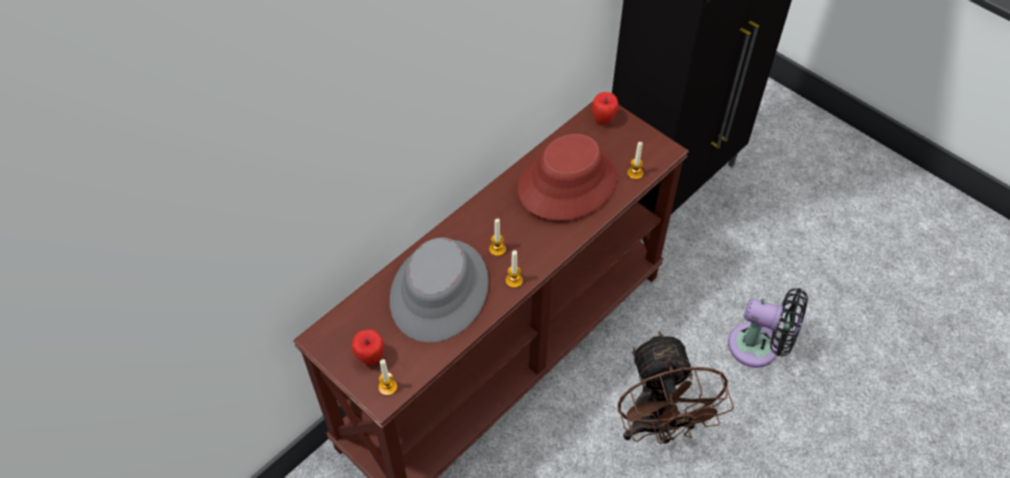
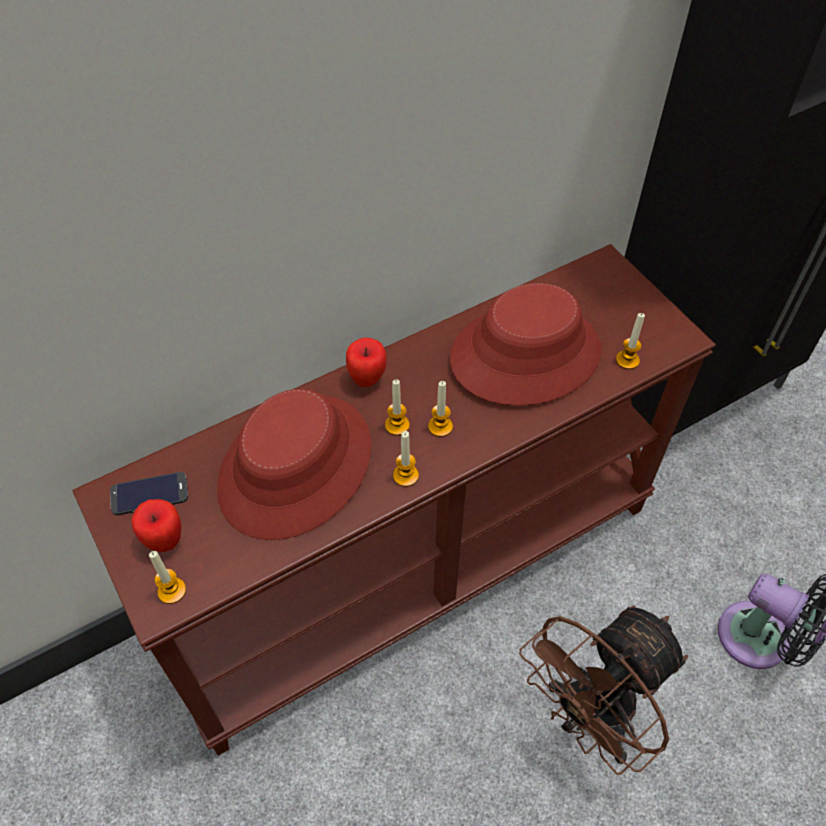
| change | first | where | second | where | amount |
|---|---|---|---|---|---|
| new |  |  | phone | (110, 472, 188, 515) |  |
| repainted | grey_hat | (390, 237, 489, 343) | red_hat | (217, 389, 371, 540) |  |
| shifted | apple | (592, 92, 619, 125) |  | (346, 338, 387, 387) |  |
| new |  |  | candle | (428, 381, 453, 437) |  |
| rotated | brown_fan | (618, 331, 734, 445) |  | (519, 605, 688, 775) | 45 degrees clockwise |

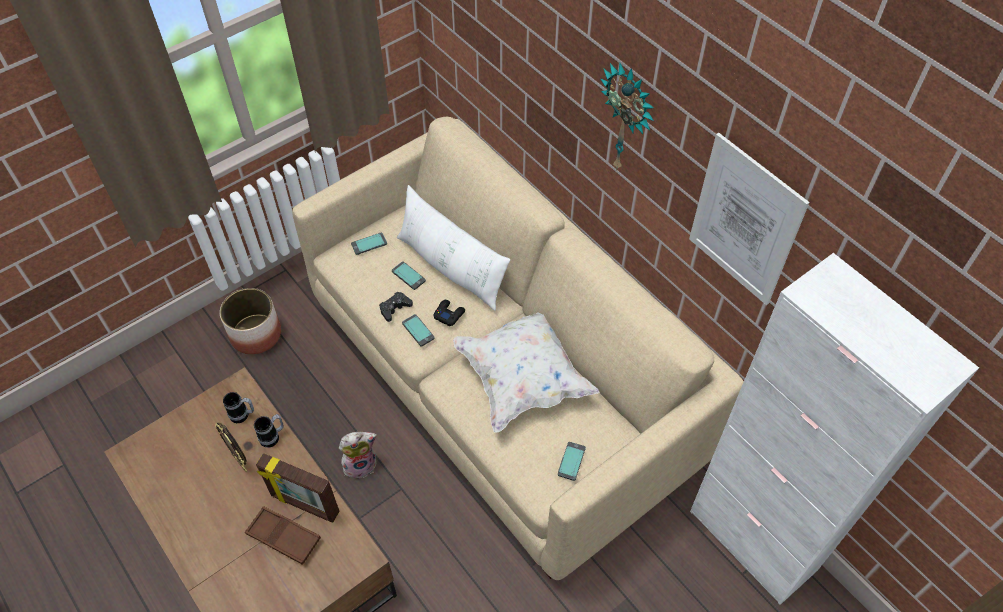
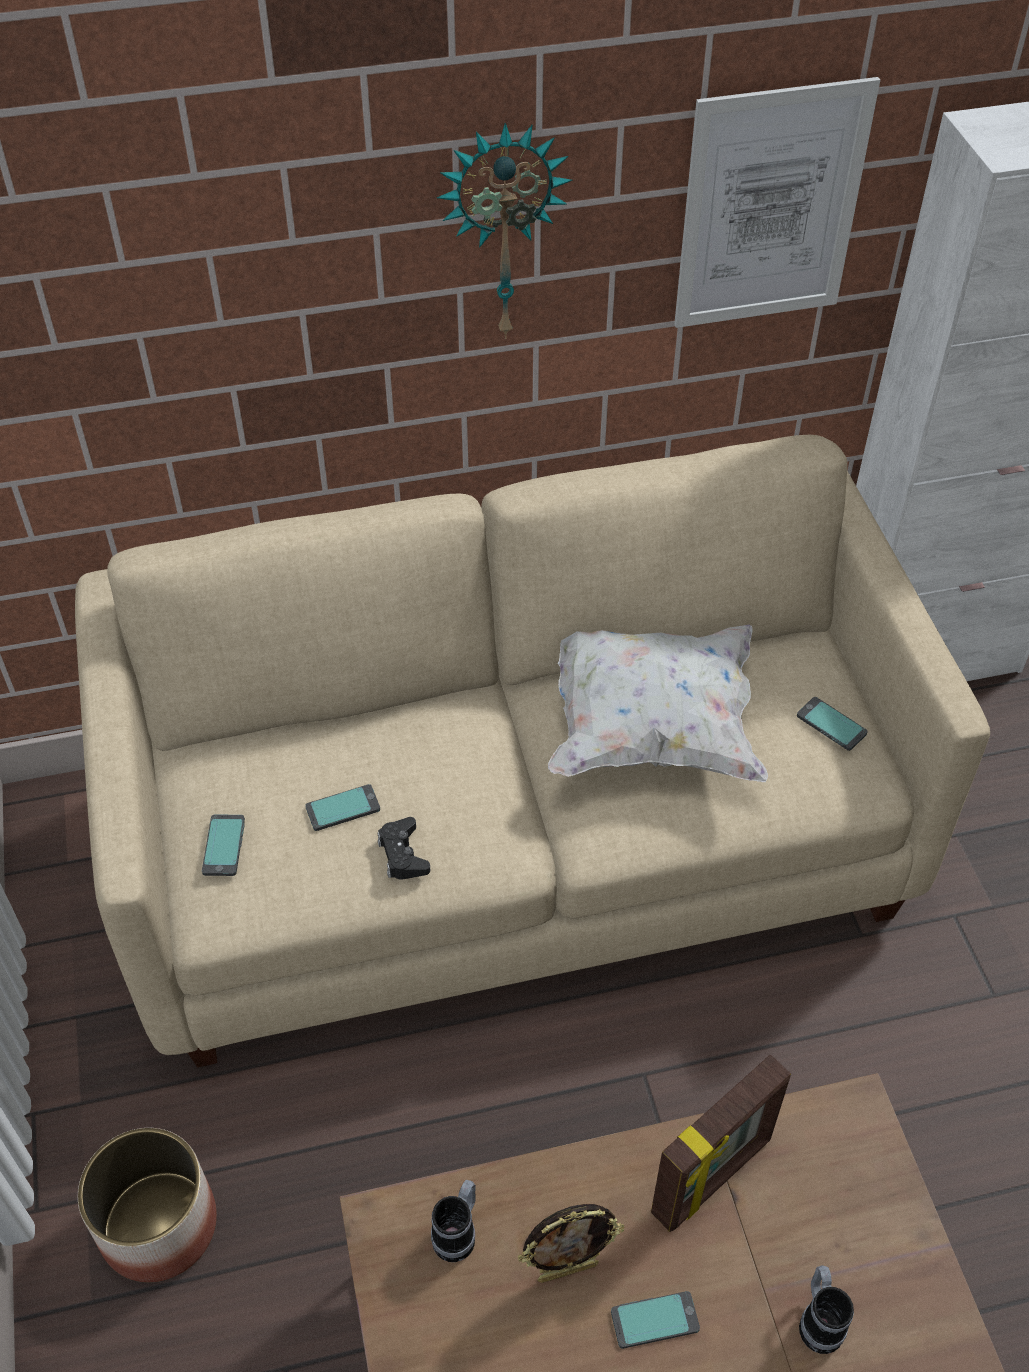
| change | first | where | second | where | amount |
|---|---|---|---|---|---|
| shifted | phone | (402, 314, 435, 347) |  | (611, 1291, 700, 1349) |  |
| shifted | mug | (254, 414, 284, 448) |  | (799, 1265, 854, 1354) |  |
| gone | brown_tray | (245, 506, 321, 565) |  |  |  |
| gone | plush_toy | (339, 432, 377, 478) |  |  |  |
| gone | white_pillow | (397, 185, 510, 311) |  |  |  |
| gone | black_game_controller | (434, 300, 465, 326) |  |  |  |

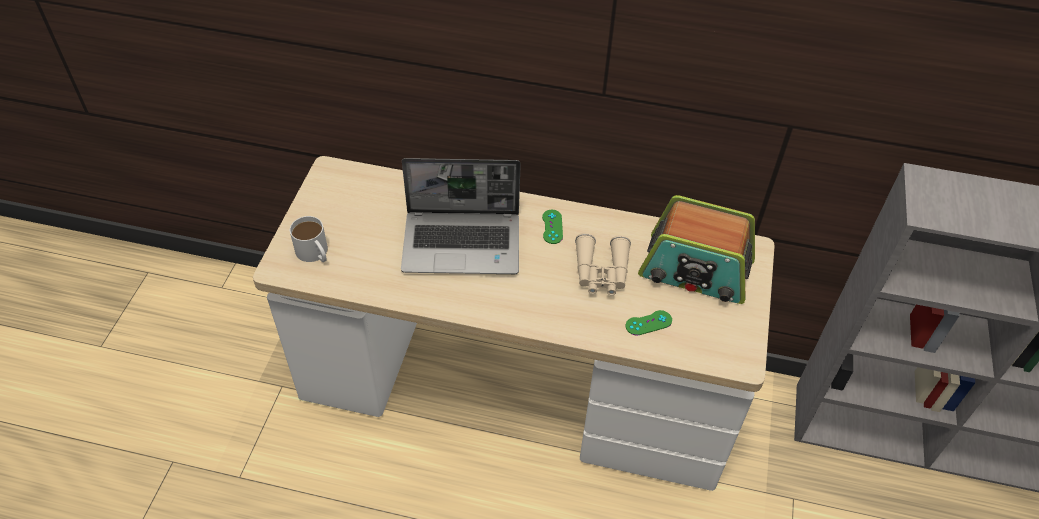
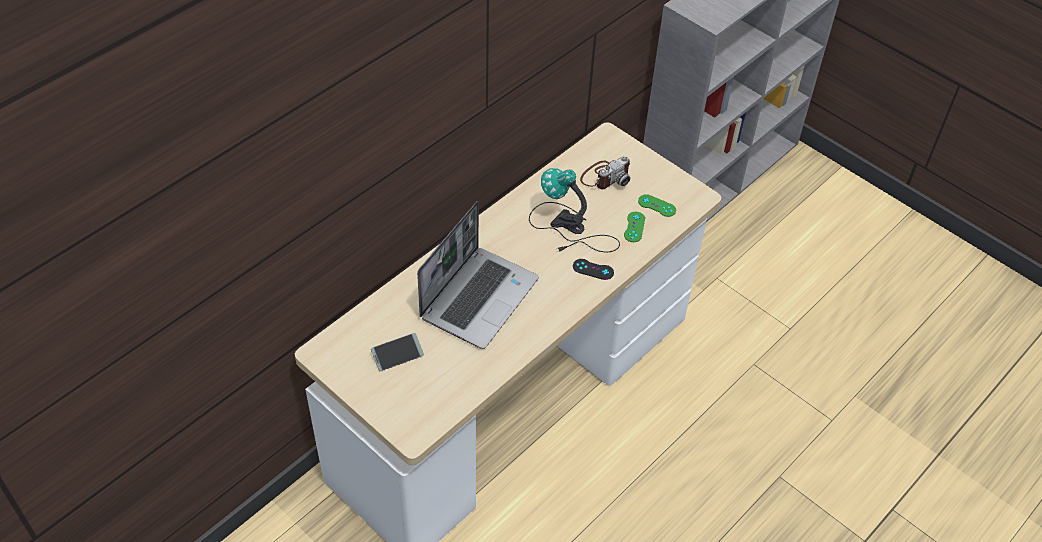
| change | first | where | second | where | amount |
|---|---|---|---|---|---|
| new |  |  | phone | (371, 333, 424, 371) |  |
| swapped | beige_binoculars | (575, 233, 631, 295) | table_lamp | (529, 168, 620, 253) |  |
| new |  |  | black_game_controller | (573, 259, 614, 280) |  |
| swapped | radio | (638, 195, 755, 304) | photo_camera | (580, 156, 630, 189) |  |
| shifted | green_game_controller | (542, 210, 563, 244) |  | (638, 194, 676, 217) |  |
| gone | white_mug | (290, 216, 328, 262) |  |  |  |

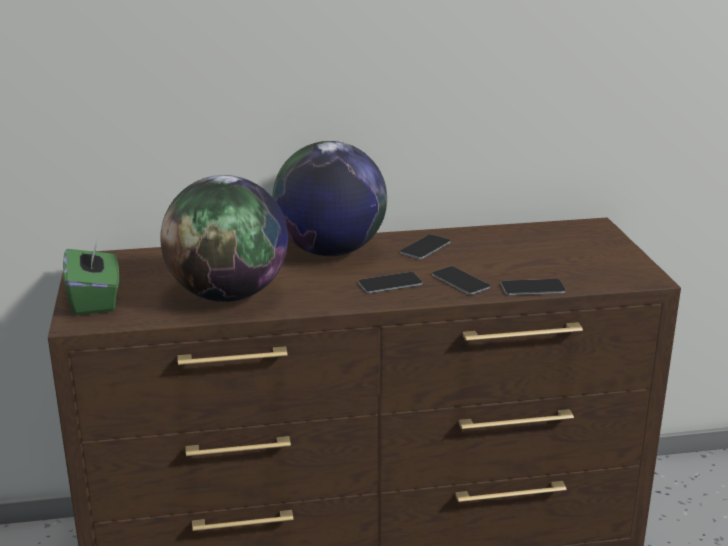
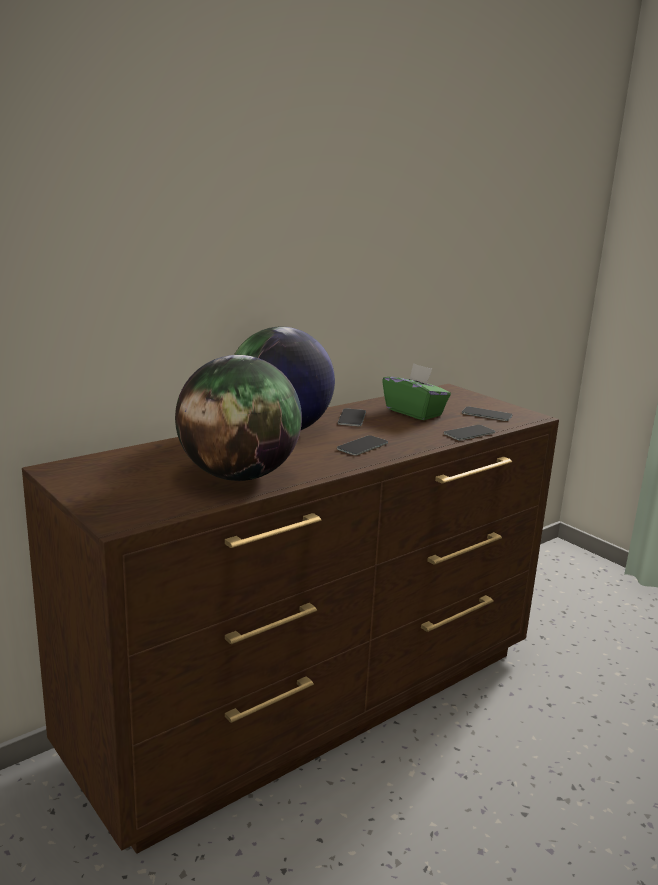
| change | first | where | second | where | amount |
|---|---|---|---|---|---|
| shifted | green_tissue_box | (63, 241, 119, 315) |  | (382, 363, 451, 420) |  |
| shifted | phone | (432, 266, 490, 295) |  | (462, 407, 513, 421) |  |

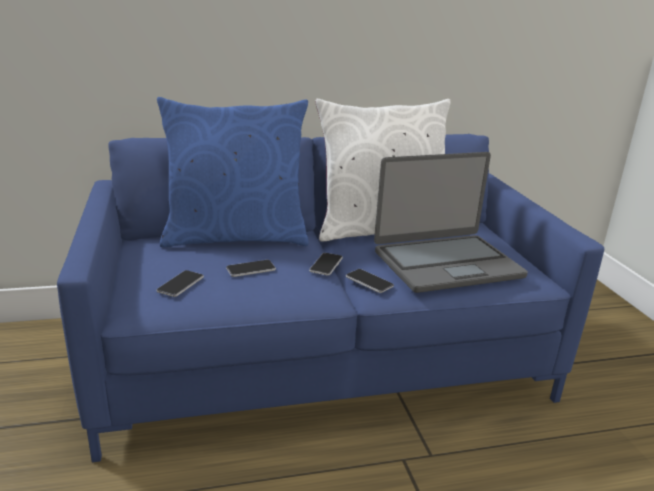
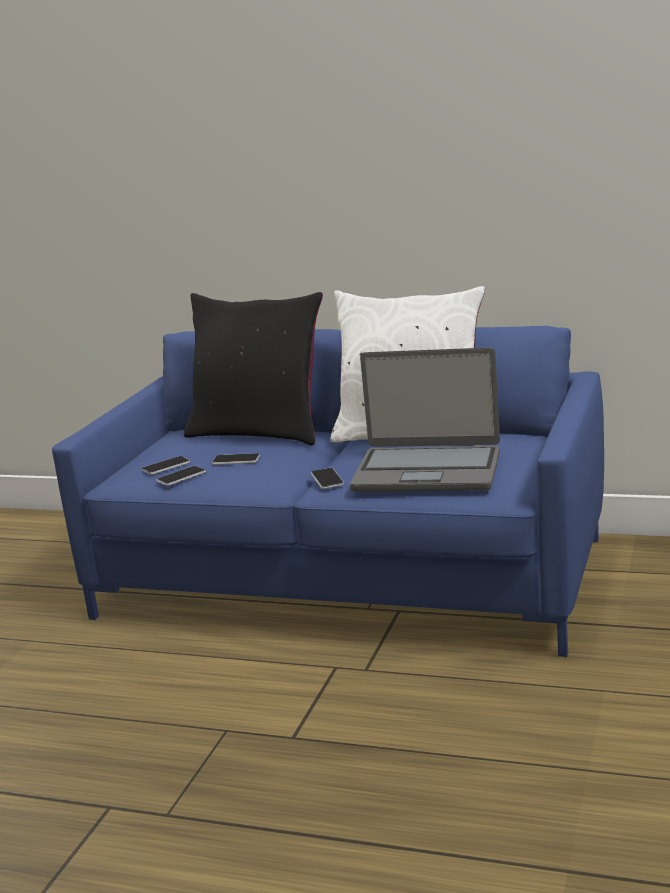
| change | first | where | second | where | amount |
|---|---|---|---|---|---|
| shifted | phone | (309, 253, 343, 276) |  | (157, 466, 206, 486) |  |
| repainted | blue_pillow | (157, 97, 309, 247) | black_pillow | (184, 292, 323, 445) |  |

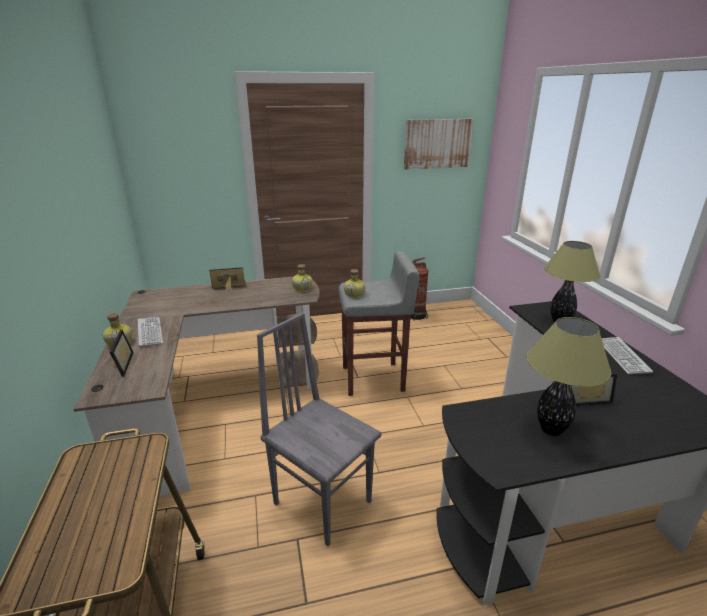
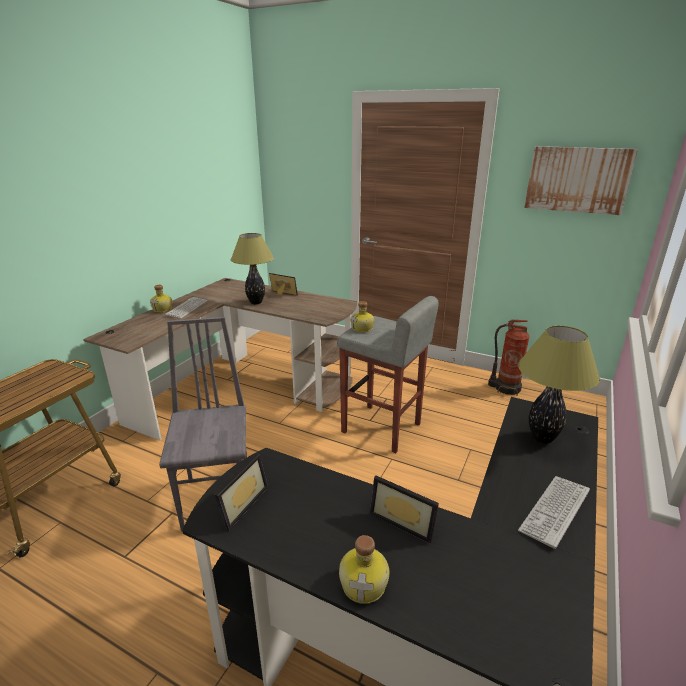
| change | first | where | second | where | amount |
|---|---|---|---|---|---|
| shifted | picture_frame | (109, 330, 134, 377) |  | (215, 453, 268, 531) |  |
| shifted | table_lamp | (527, 317, 611, 436) |  | (231, 233, 274, 304) |  |
| shifted | bottle | (292, 264, 312, 292) |  | (339, 535, 389, 604) |  |

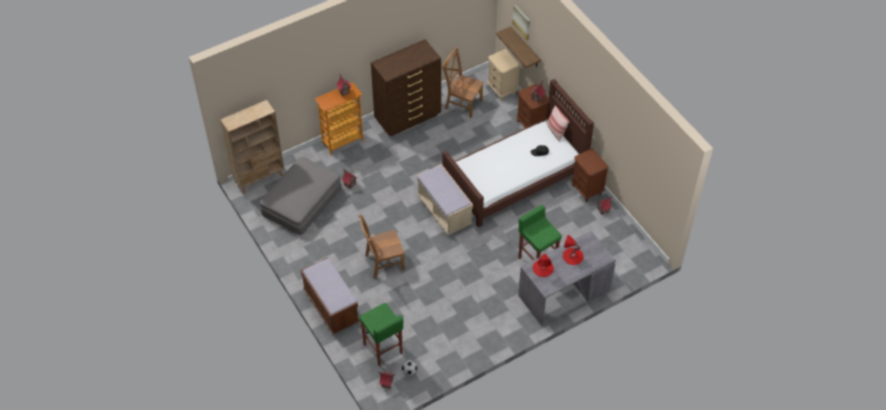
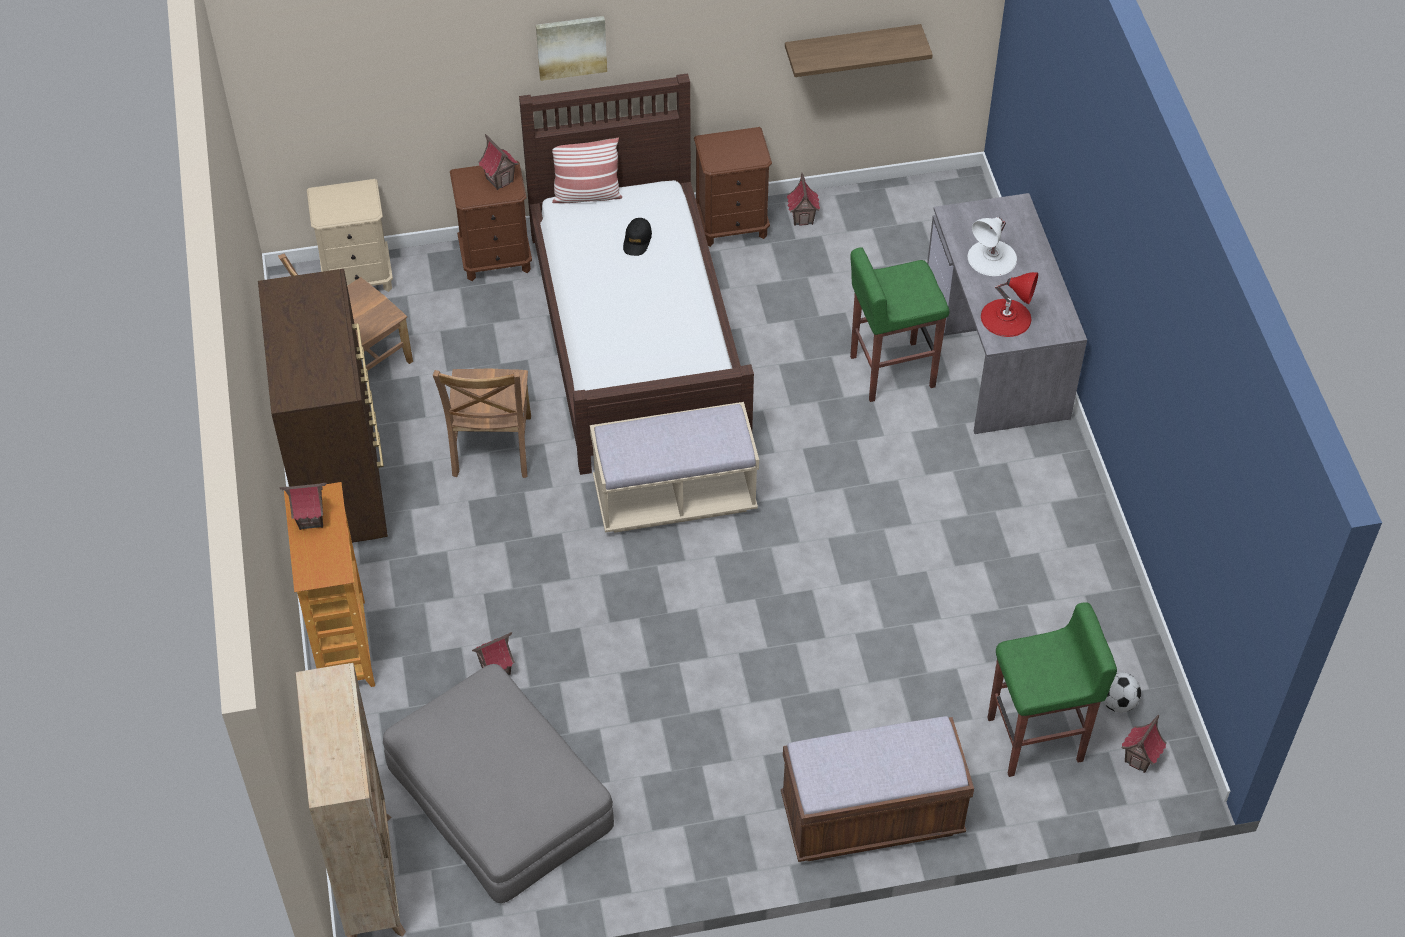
| change | first | where | second | where | amount |
|---|---|---|---|---|---|
| shifted | brown_chair | (359, 215, 405, 279) |  | (433, 369, 531, 478) |  |
| shifted | picture | (512, 4, 530, 40) |  | (536, 16, 607, 81) |  |
| shifted | shelf | (496, 26, 541, 68) |  | (785, 24, 933, 77) |  |
| repainted | red_table_lamp | (563, 235, 584, 265) | white_table_lamp | (968, 217, 1017, 276) |  |

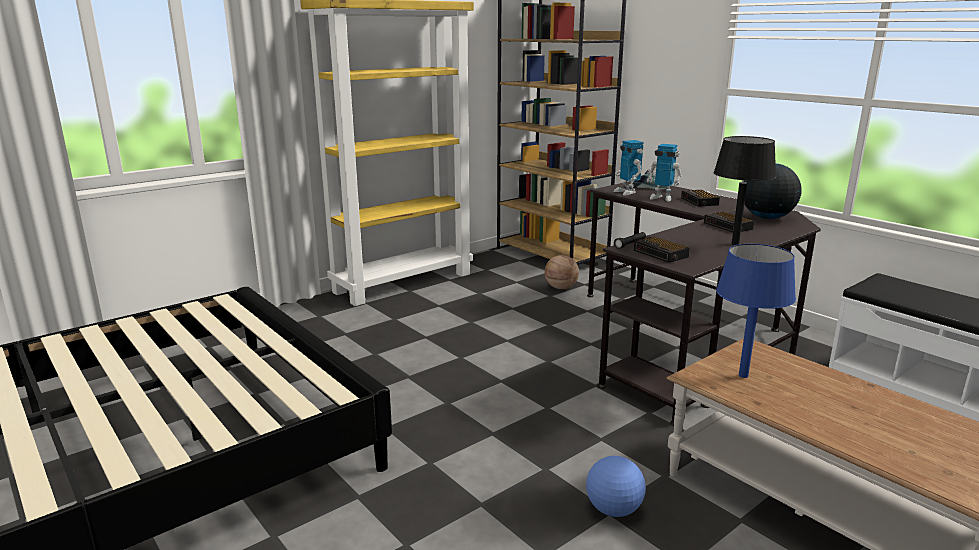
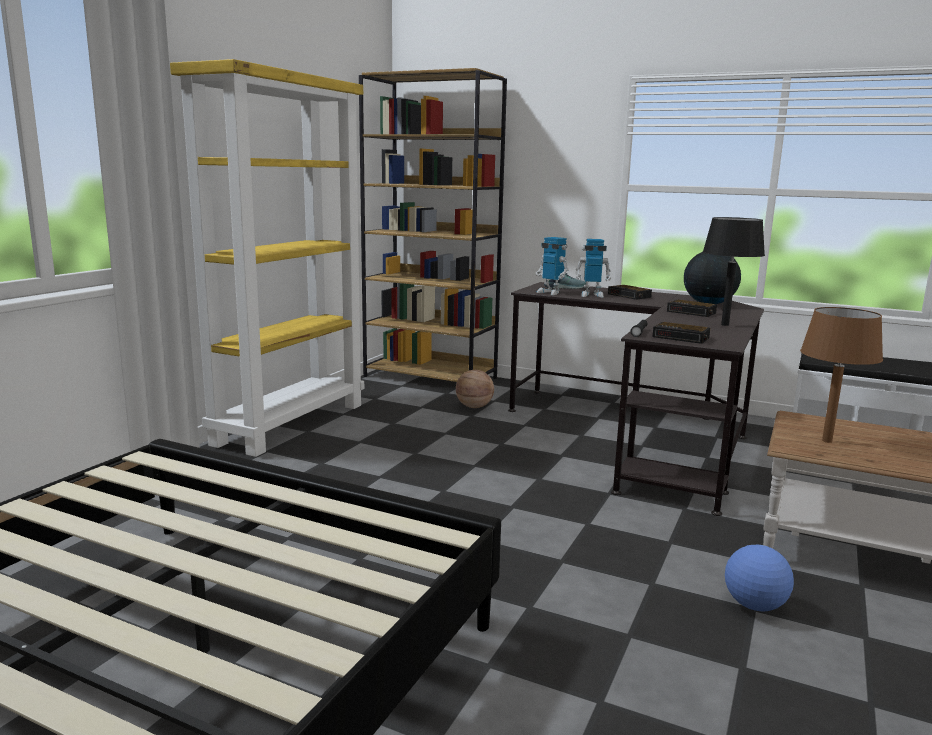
| change | first | where | second | where | amount |
|---|---|---|---|---|---|
| repainted | blue_table_lamp | (716, 244, 796, 378) | brown_table_lamp | (800, 307, 883, 443) |  |

